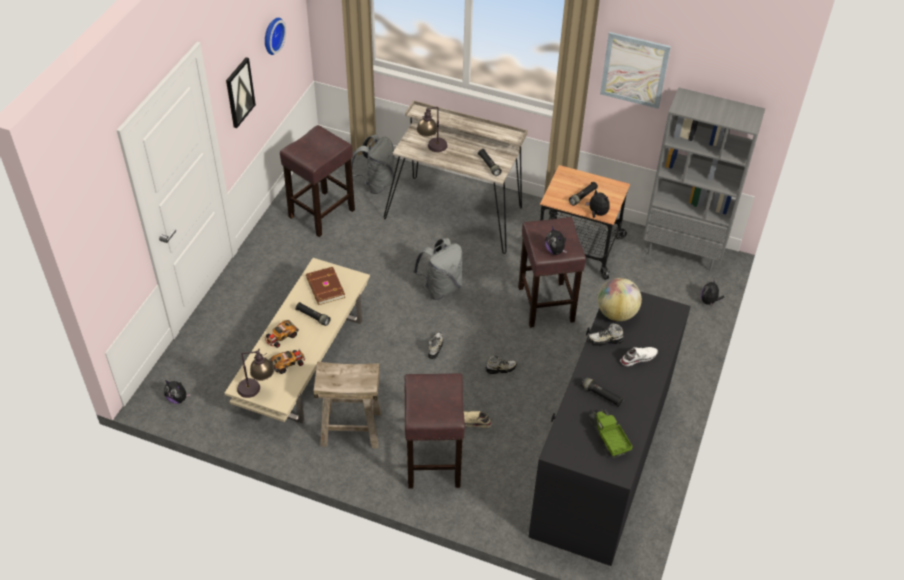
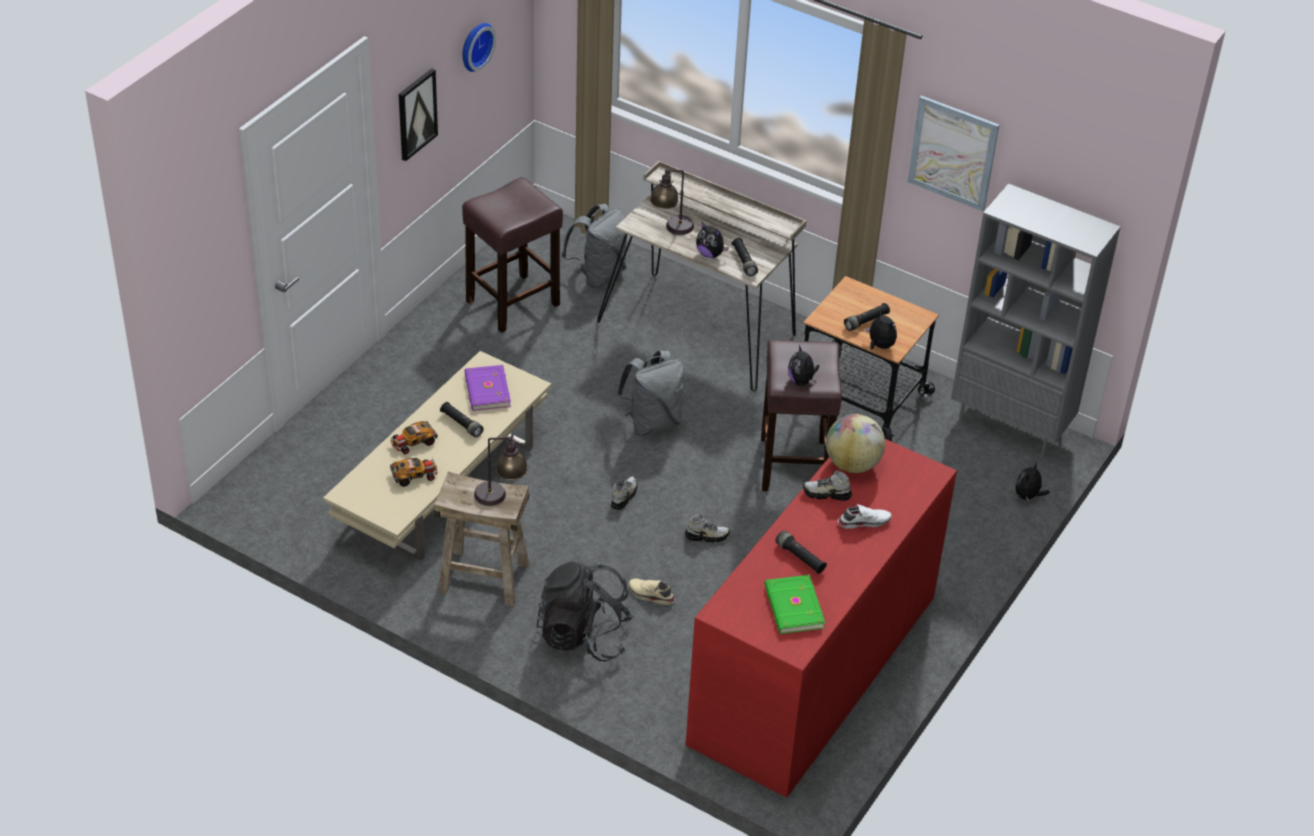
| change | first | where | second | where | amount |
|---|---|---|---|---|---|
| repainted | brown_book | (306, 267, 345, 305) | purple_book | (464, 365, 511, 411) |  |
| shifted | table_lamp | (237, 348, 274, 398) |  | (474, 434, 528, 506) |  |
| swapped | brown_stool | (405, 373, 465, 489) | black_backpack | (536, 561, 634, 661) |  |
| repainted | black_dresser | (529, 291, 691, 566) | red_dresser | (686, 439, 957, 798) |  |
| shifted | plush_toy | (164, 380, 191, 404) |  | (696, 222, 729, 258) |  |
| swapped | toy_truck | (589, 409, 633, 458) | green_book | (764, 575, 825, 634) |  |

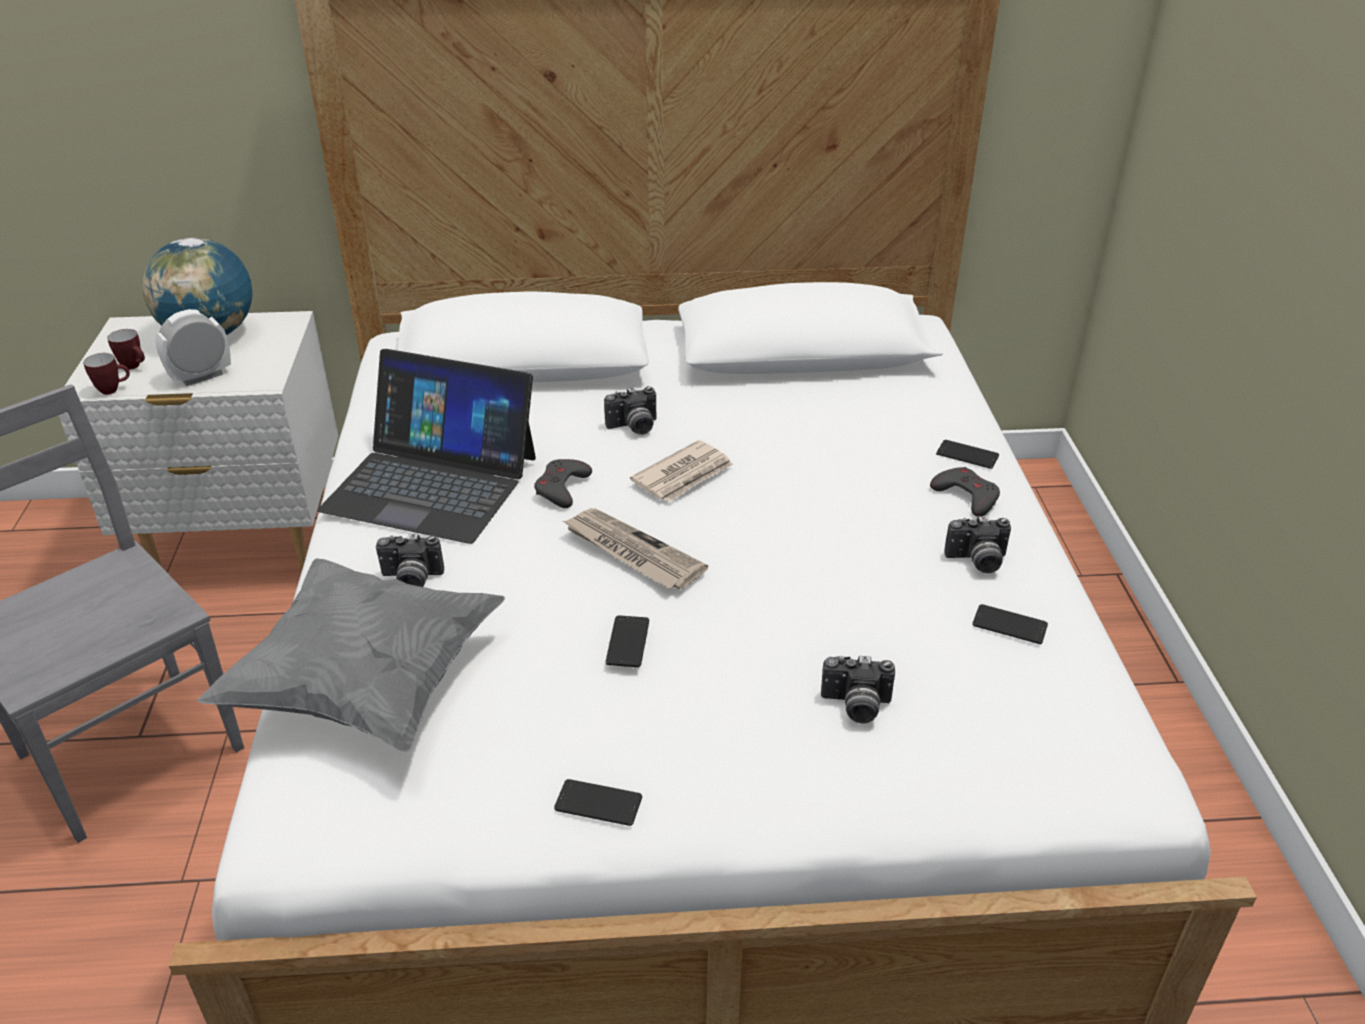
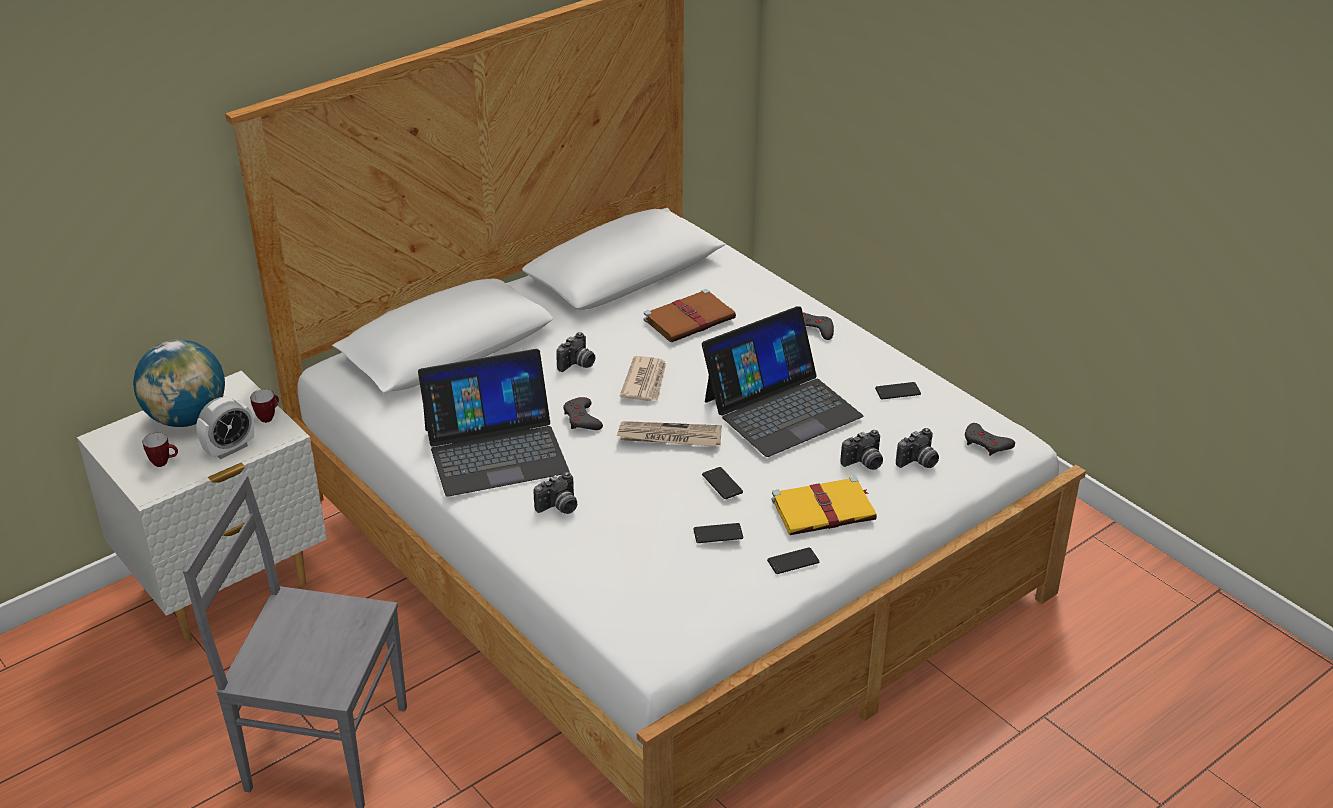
| change | first | where | second | where | amount |
|---|---|---|---|---|---|
| rotated | alarm_clock | (155, 309, 231, 386) |  | (196, 397, 254, 459) | 150 degrees counterclockwise |
| shifted | mug | (83, 353, 130, 395) |  | (250, 389, 279, 423) |  |
| new |  |  | brown_book | (644, 289, 736, 342) |  |
| shifted | phone | (936, 440, 999, 469) |  | (693, 523, 743, 543) |  |
| new |  |  | laptop | (702, 306, 863, 457) |  |
| new |  |  | yellow_book | (771, 476, 877, 535) |  |
| shifted | photo_camera | (944, 516, 1011, 573) |  | (896, 428, 939, 468) |  |
| new |  |  | grey_game_controller | (965, 423, 1015, 456) |  |
| gone | grey_pillow | (197, 558, 505, 752) |  |  |  |

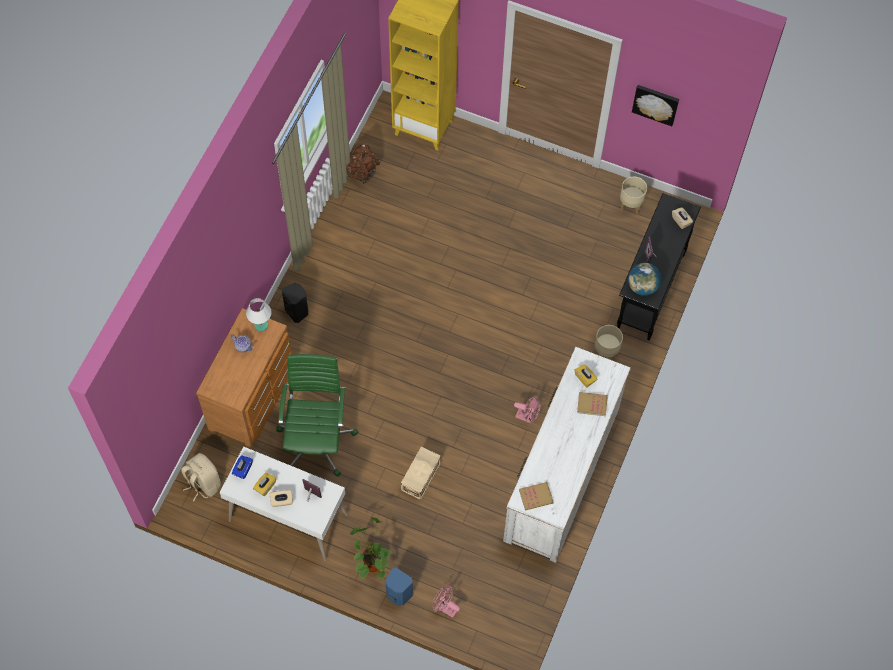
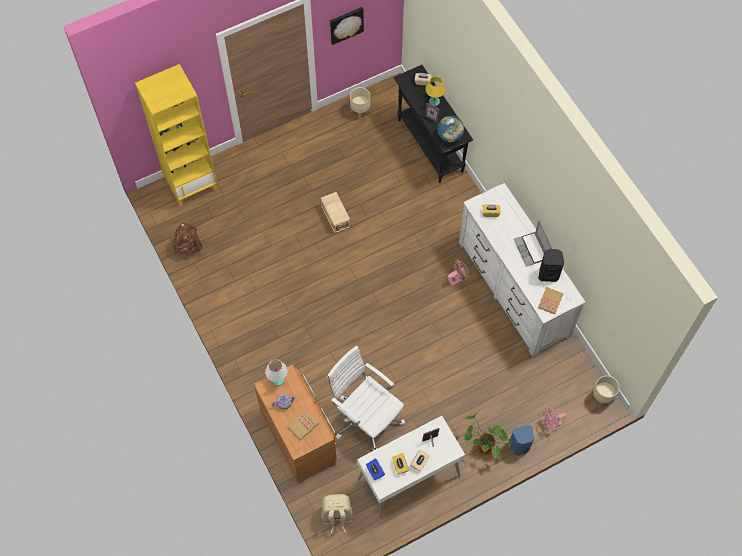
| change | first | where | second | where | amount |
|---|---|---|---|---|---|
| shifted | book | (577, 392, 608, 416) |  | (287, 410, 319, 440) |  |
| shifted | beige_storage_box | (401, 447, 441, 500) |  | (321, 192, 350, 233) |  |
| repainted | green_office_chair | (276, 354, 359, 477) | white_office_chair | (327, 346, 405, 451) |  |
| new |  |  | yellow_table_lamp | (425, 77, 445, 106) |  |
| new |  |  | laptop | (514, 221, 552, 266) |  |
| shifted | black_speaker | (282, 283, 308, 323) |  | (538, 249, 564, 282) |  |
| shifted | beige_planter | (594, 325, 623, 360) |  | (591, 376, 619, 408) |  |

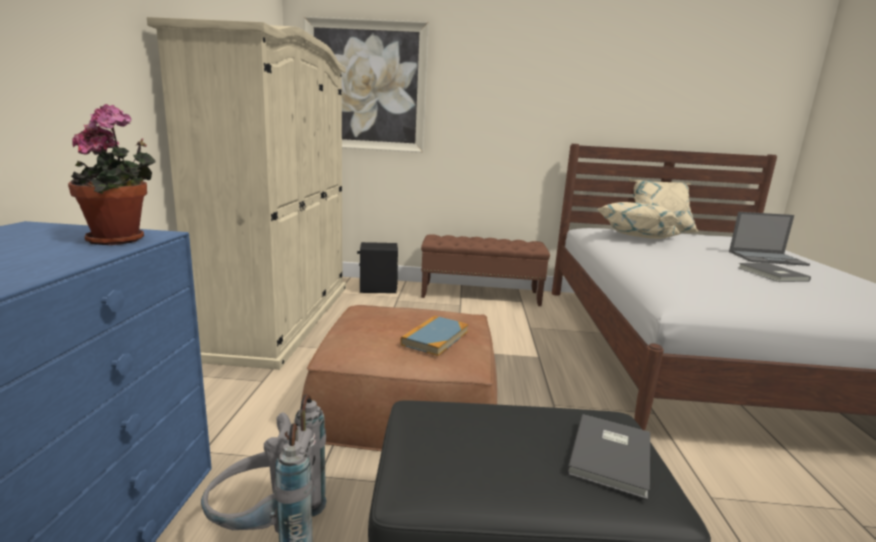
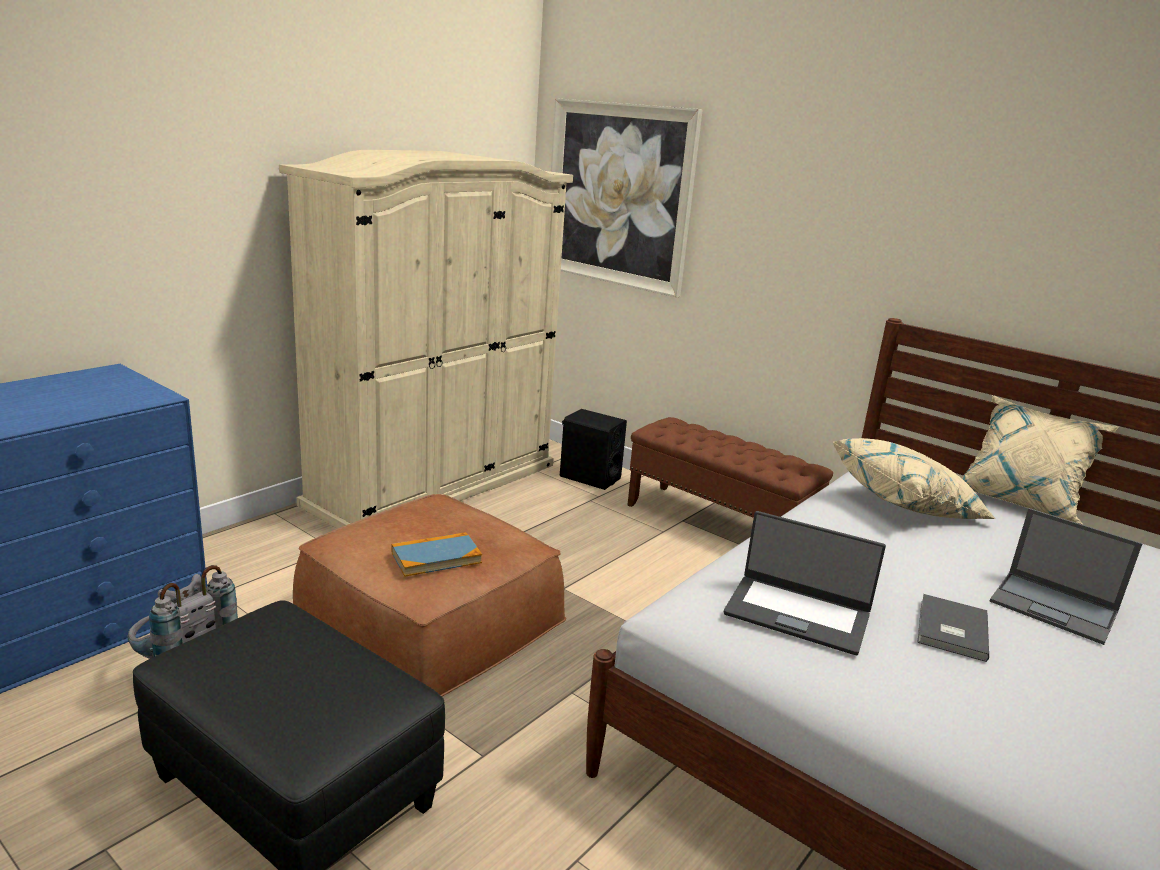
| change | first | where | second | where | amount |
|---|---|---|---|---|---|
| new |  |  | laptop | (724, 511, 886, 655) |  |
| gone | potted_plant | (68, 104, 156, 245) |  |  |  |
| gone | grey_book | (567, 414, 650, 500) |  |  |  |

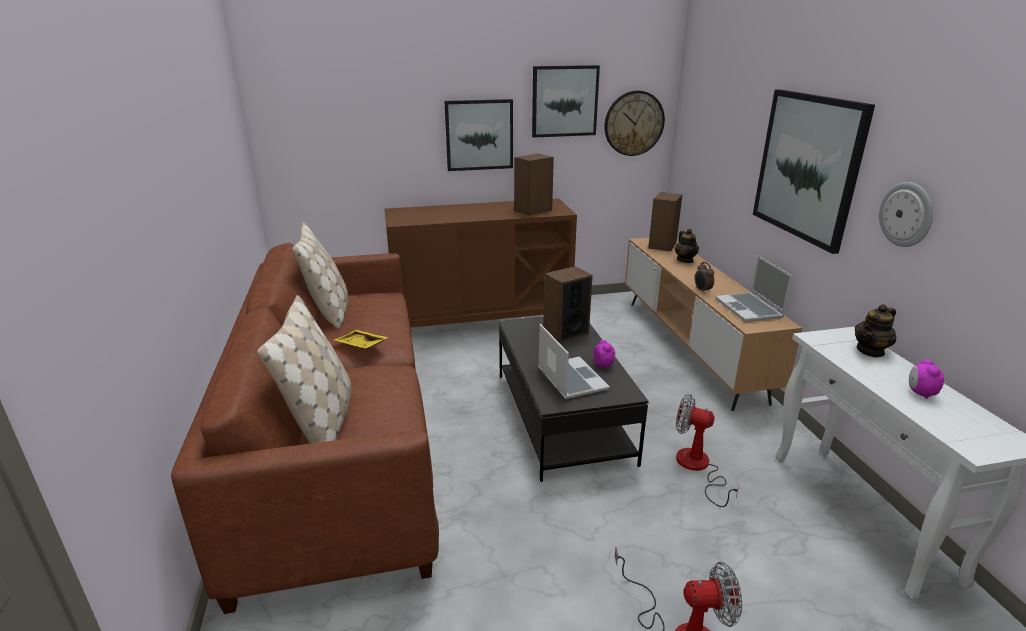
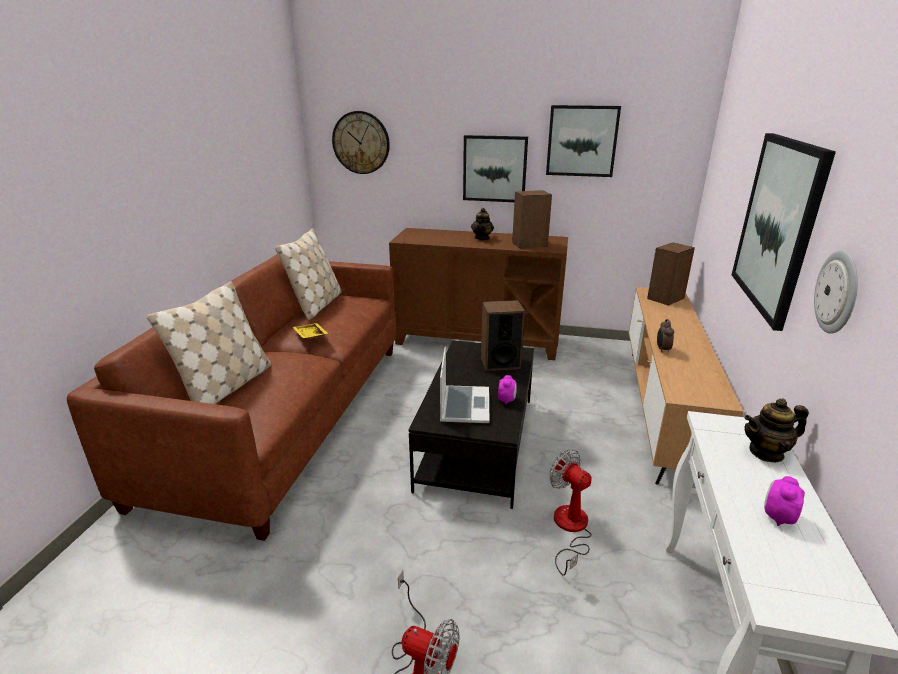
| change | first | where | second | where | amount |
|---|---|---|---|---|---|
| shifted | wall_clock | (604, 91, 665, 156) |  | (332, 111, 390, 174) |  |
| shifted | teapot | (675, 229, 699, 263) |  | (471, 208, 494, 240) |  |
| gone | laptop | (715, 256, 792, 322) |  |  |  |

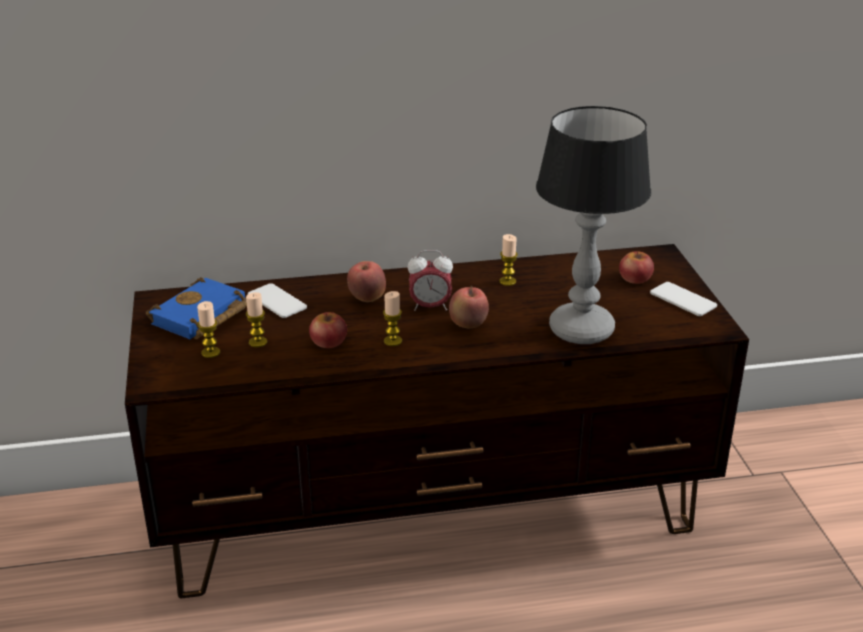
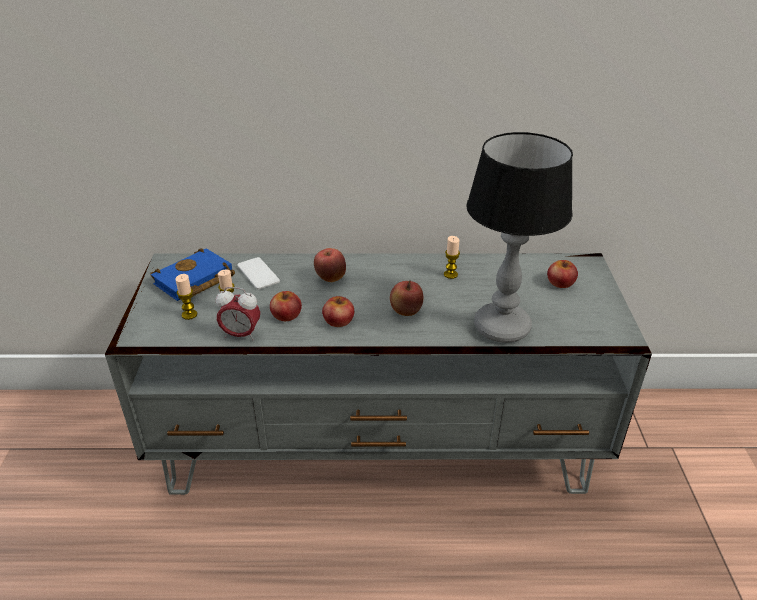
| change | first | where | second | where | amount |
|---|---|---|---|---|---|
| repainted | brown_tv_stand | (125, 244, 749, 599) | grey_tv_stand | (105, 253, 652, 495) |  |
| shifted | alarm_clock | (407, 250, 453, 311) |  | (216, 287, 260, 341) |  |
| swapped | candle | (383, 291, 402, 346) | apple | (322, 296, 354, 327) |  |
| gone | phone | (650, 282, 717, 316) |  |  |  |

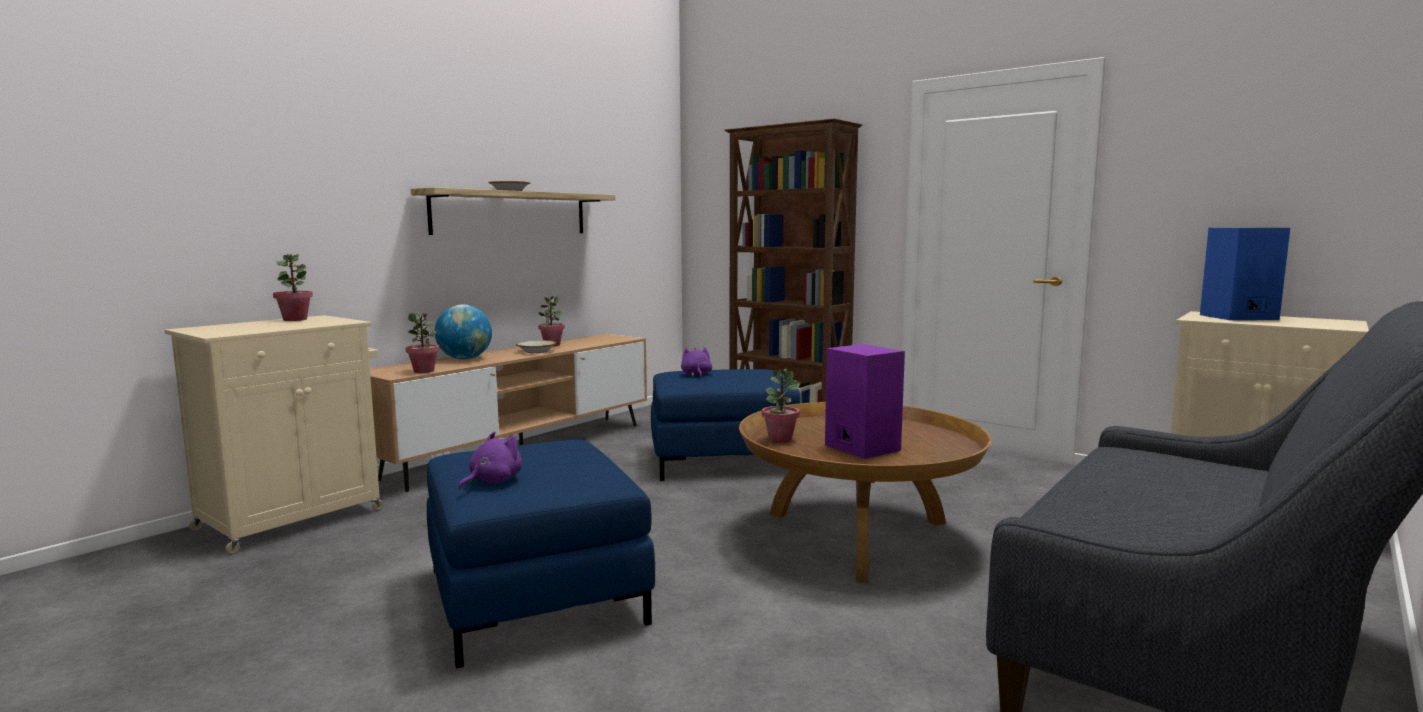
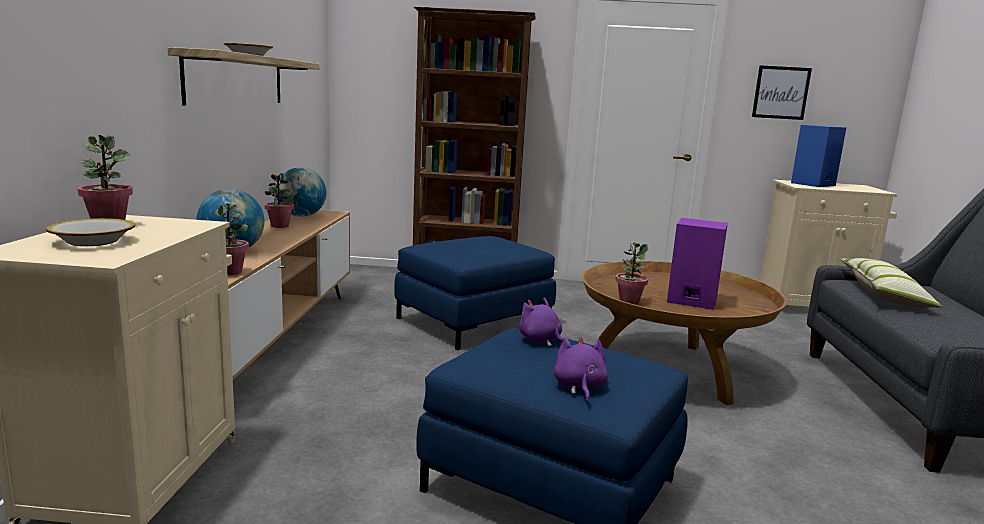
| change | first | where | second | where | amount |
|---|---|---|---|---|---|
| shifted | bowl | (516, 340, 557, 353) |  | (46, 218, 135, 246) |  |
| new |  |  | globe | (276, 167, 326, 217) |  |
| shifted | purple_plush_toy | (681, 347, 712, 377) |  | (519, 298, 571, 347) |  |
| new |  |  | picture | (752, 65, 812, 120) |  |
| new |  |  | pillow | (840, 258, 943, 308) |  |

